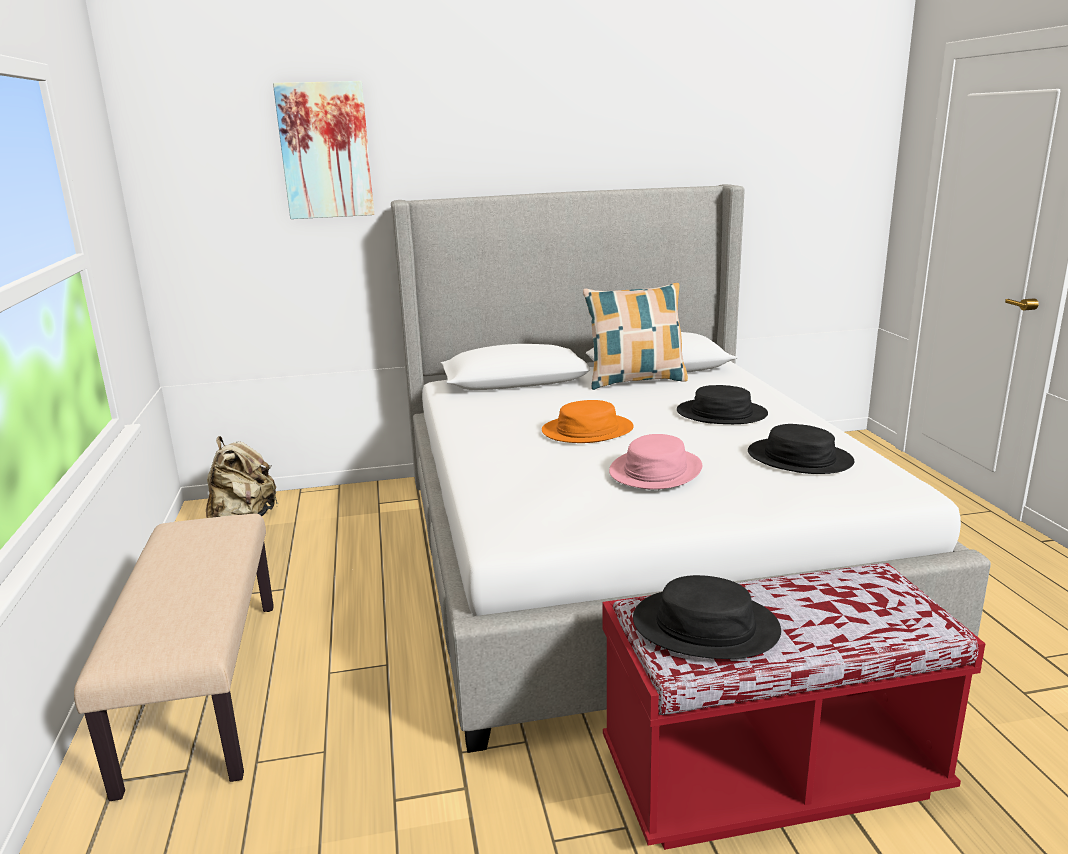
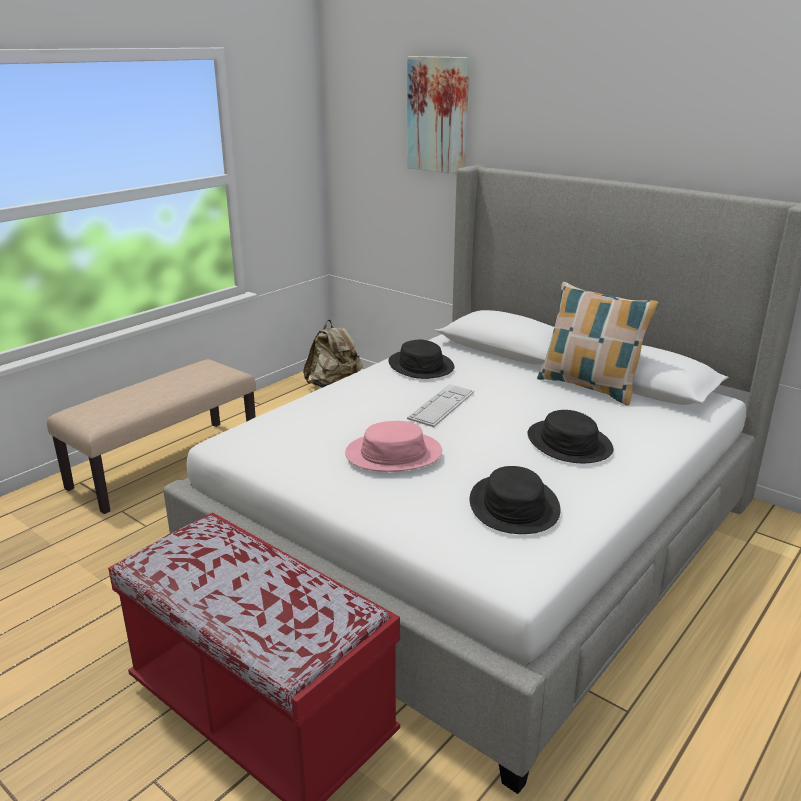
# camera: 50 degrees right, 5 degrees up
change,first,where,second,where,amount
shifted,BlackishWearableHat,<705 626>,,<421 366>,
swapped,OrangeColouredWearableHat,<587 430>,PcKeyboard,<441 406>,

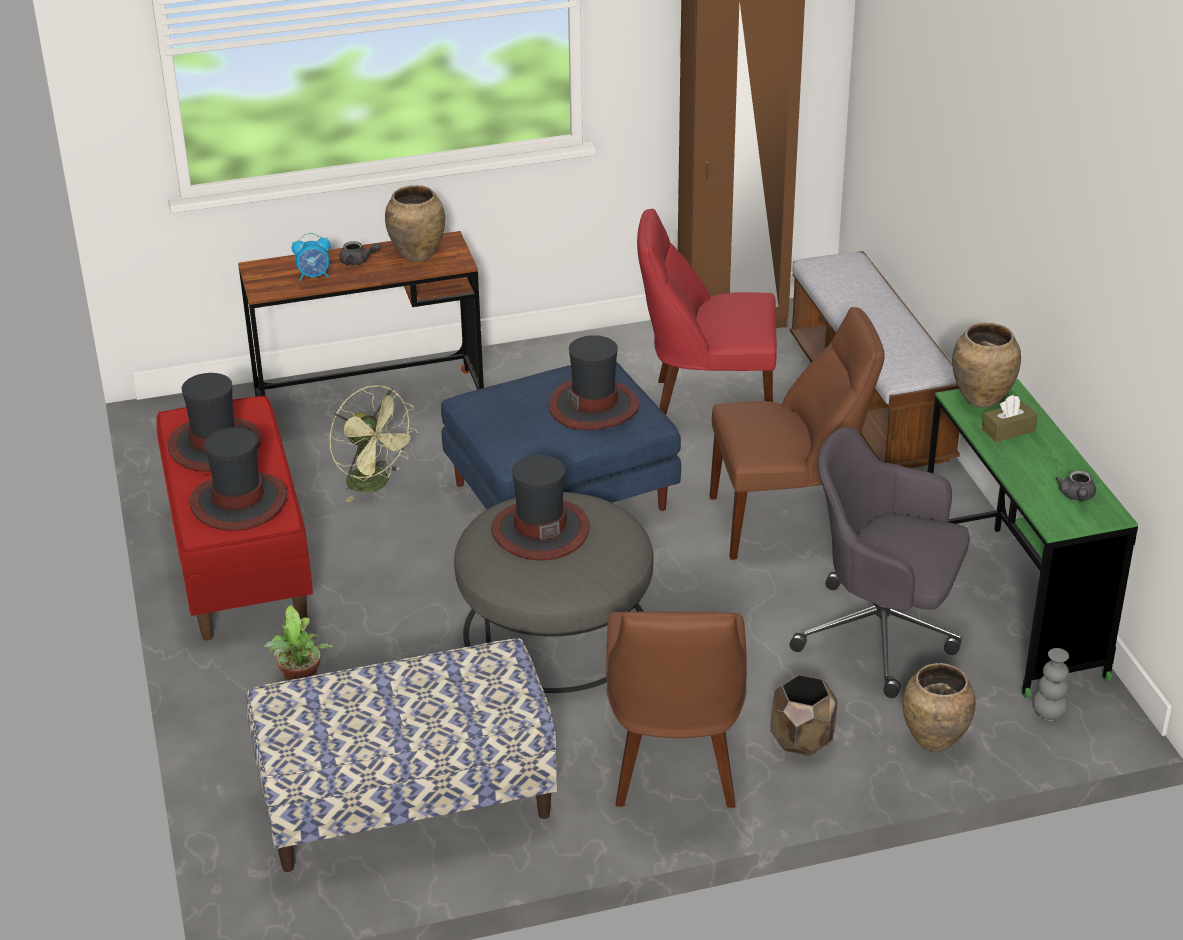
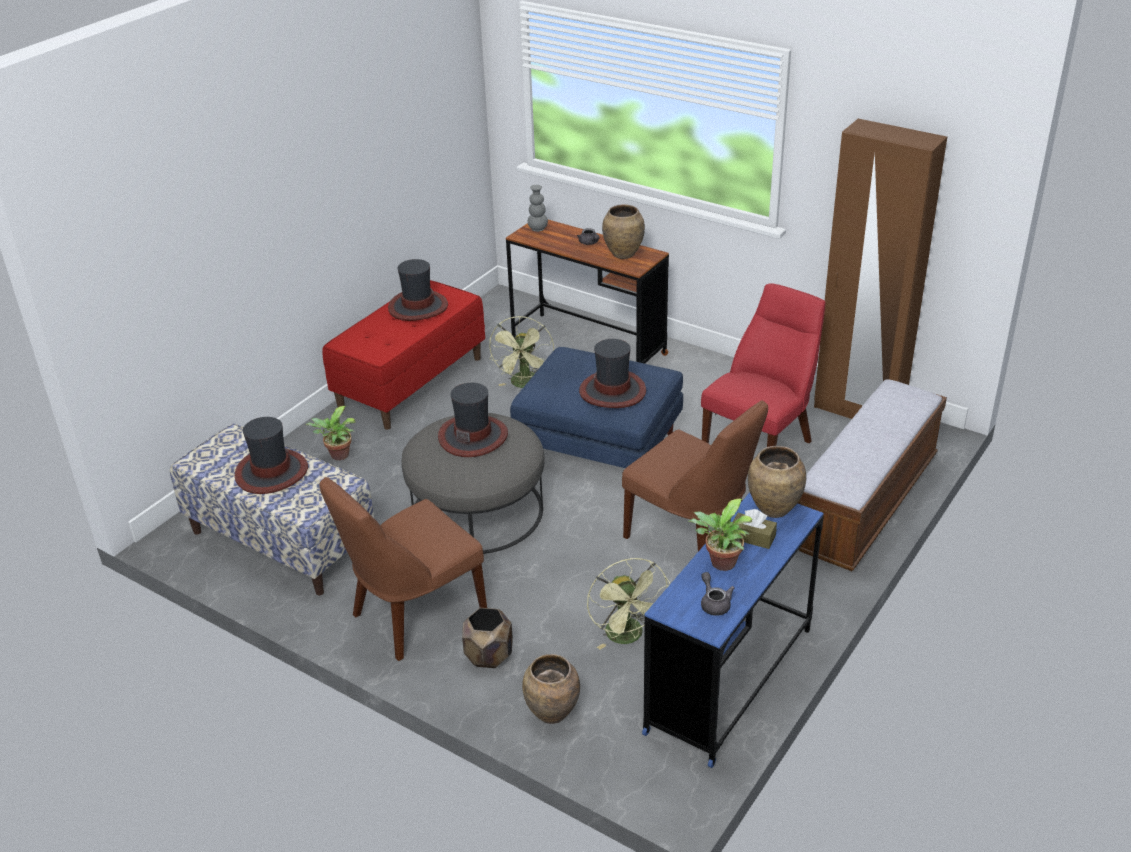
# camera: 50 degrees right, 0 degrees up
change,first,where,second,where,amount
shifted,WearableHat,<239 502>,,<271 472>,
shifted,GrayDecorativeVase,<1048 714>,,<538 229>,
swapped,GrayOfficeChair,<882 635>,GreenCoolingFan,<628 637>,
repainted,GreenDesk,<1011 609>,BlueDesk,<730 680>,
new,,,Houseplant,<720 564>,
rotated,RedColouredUprightChair,<707 406>,,<760 448>,75 degrees clockwise
rotated,GrayTeaPot,<1077 496>,,<714 603>,105 degrees clockwise
gone,TableClock,<314 276>,,,

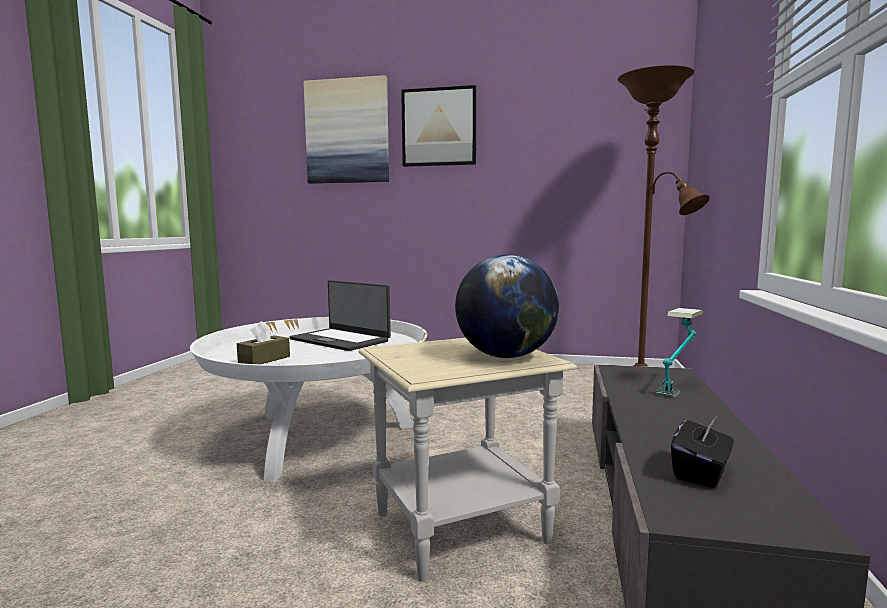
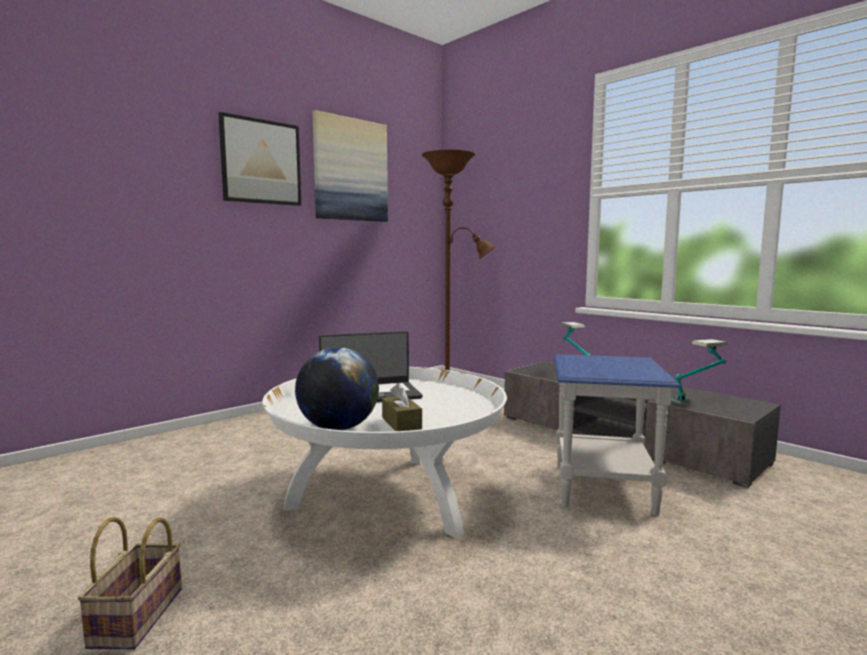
# camera: 55 degrees left, 0 degrees up
change,first,where,second,where,amount
new,,,Basket,<138 618>,
shifted,DeskGlobe,<506 356>,,<338 428>,
shifted,WallArt,<347 132>,,<350 170>,
repainted,SandColouredEndTable,<459 528>,BlueEndTable,<603 489>,
swapped,BlackishTissueHolder,<701 473>,LampForATable,<698 400>,

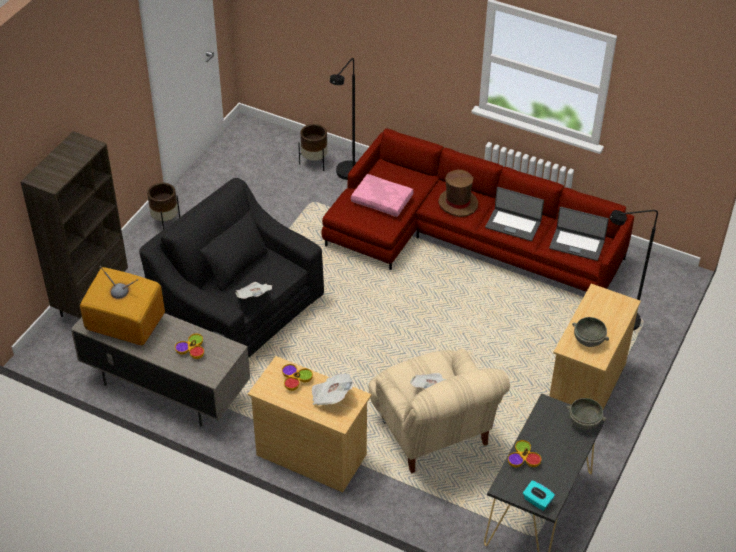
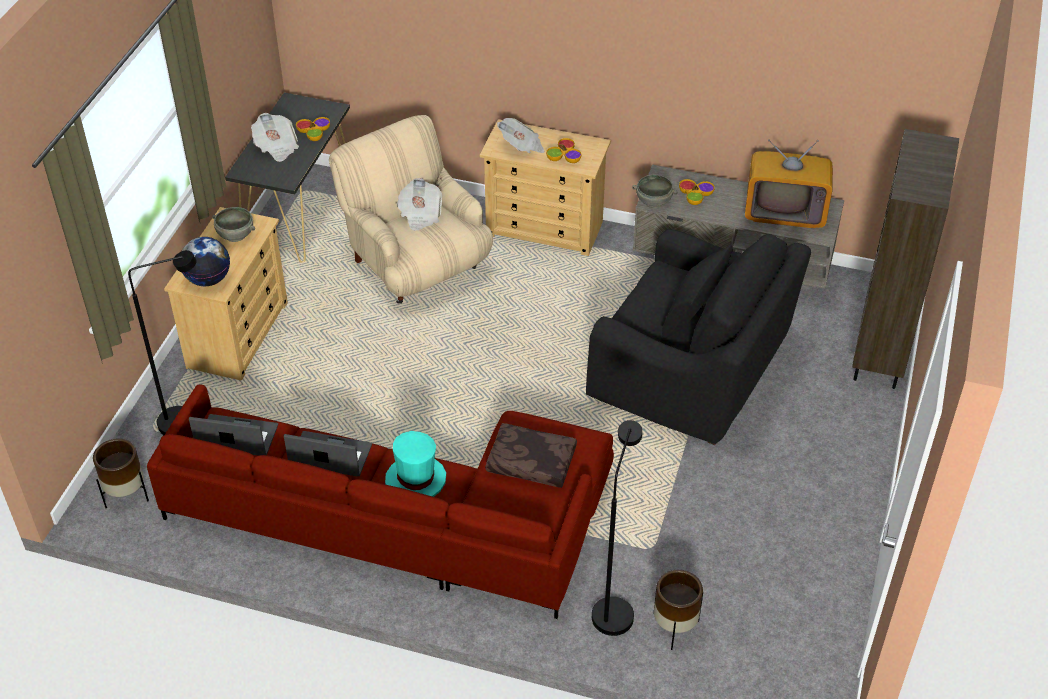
# camera: 170 degrees right, 0 degrees up
change,first,where,second,where,amount
shifted,BrownColouredPlanter,<165 222>,,<126 495>,
new,,,DeskGlobe,<208 279>,
shifted,DailyPaper,<254 297>,,<276 147>,
repainted,BrownColouredWearableHat,<458 203>,TurquoiseWearableHat,<415 480>,
repainted,PinkThrowPillow,<382 200>,BrownColouredThrowPillow,<530 463>,
shifted,GrayBowl,<584 422>,,<654 201>,
gone,TurquoiseTissueHolder,<537 501>,,,

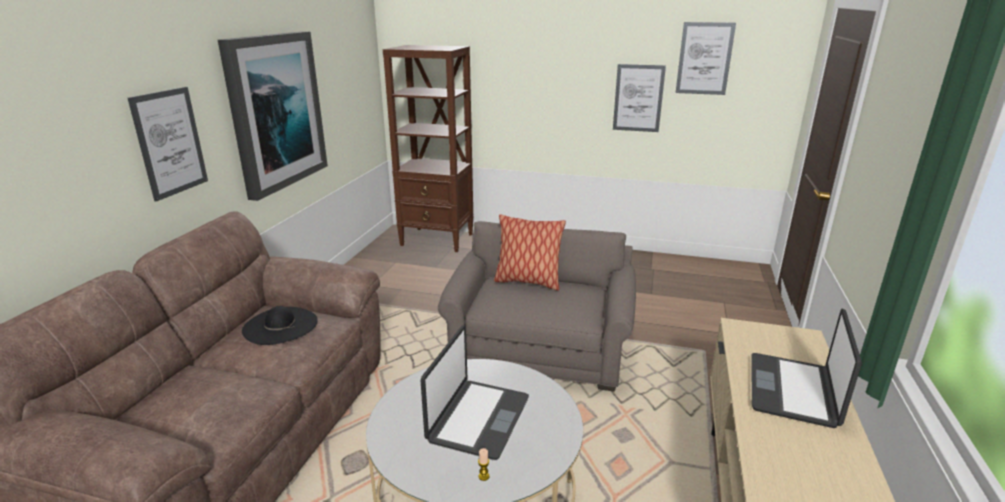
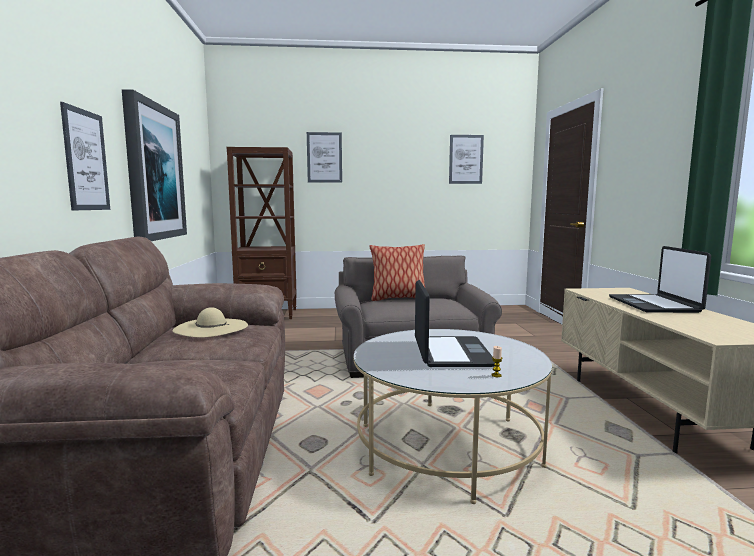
# camera: 20 degrees left, 15 degrees down
change,first,where,second,where,amount
repainted,BlackishWearableHat,<280 325>,SandColouredWearableHat,<211 327>,
shifted,WallArt,<638 98>,,<324 157>,

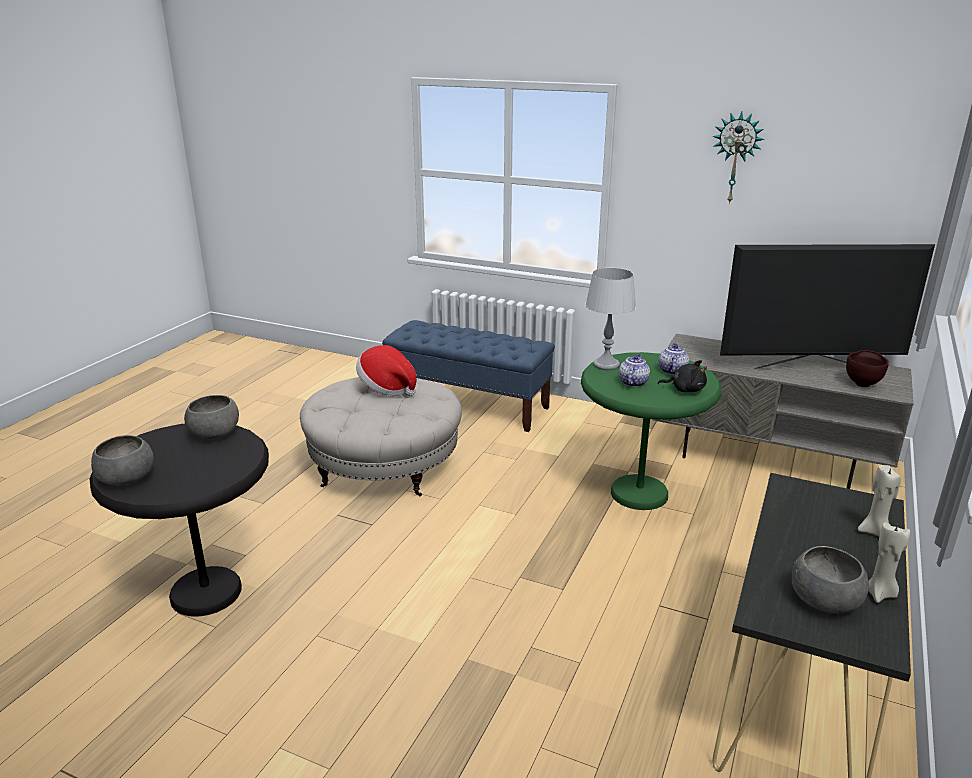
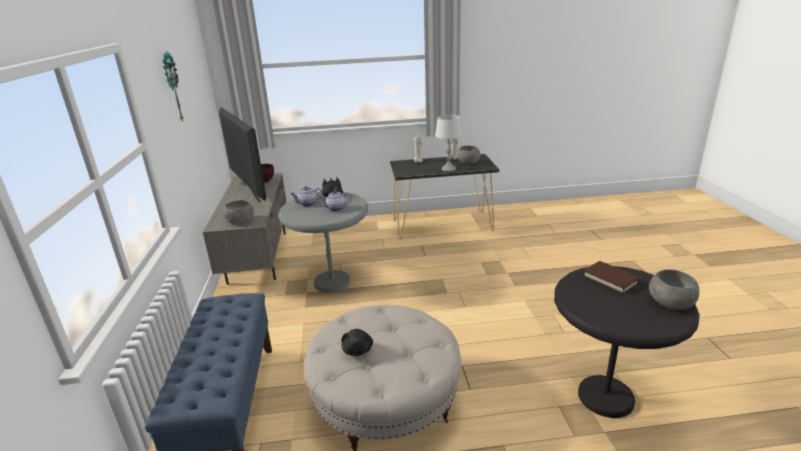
# camera: 120 degrees left, 0 degrees up
change,first,where,second,where,amount
shifted,GrayBowl,<214 433>,,<240 221>,
repainted,GreenEndTable,<639 494>,GrayEndTable,<332 282>,
swapped,WearableHat,<387 388>,BlackishPlushToy,<358 350>,
shifted,GrayLampForATable,<606 365>,,<448 169>,
new,,,BrownColouredBook,<610 279>,

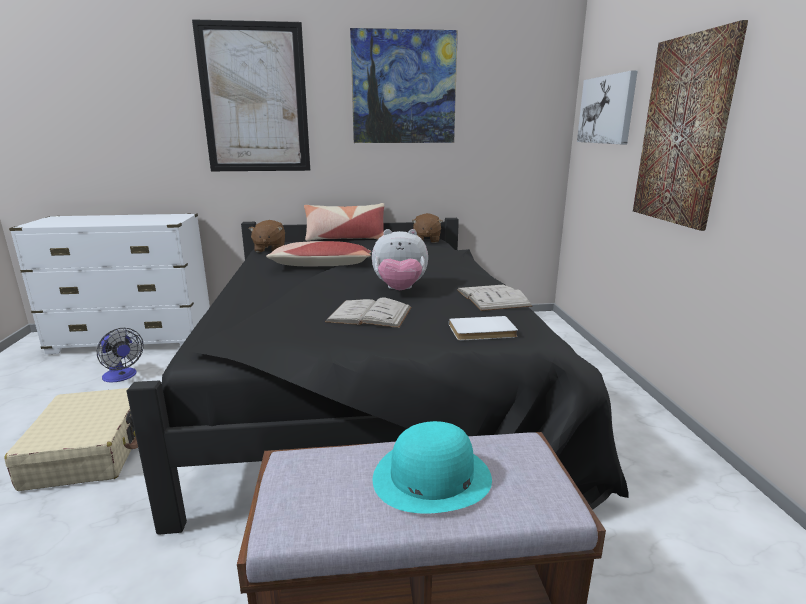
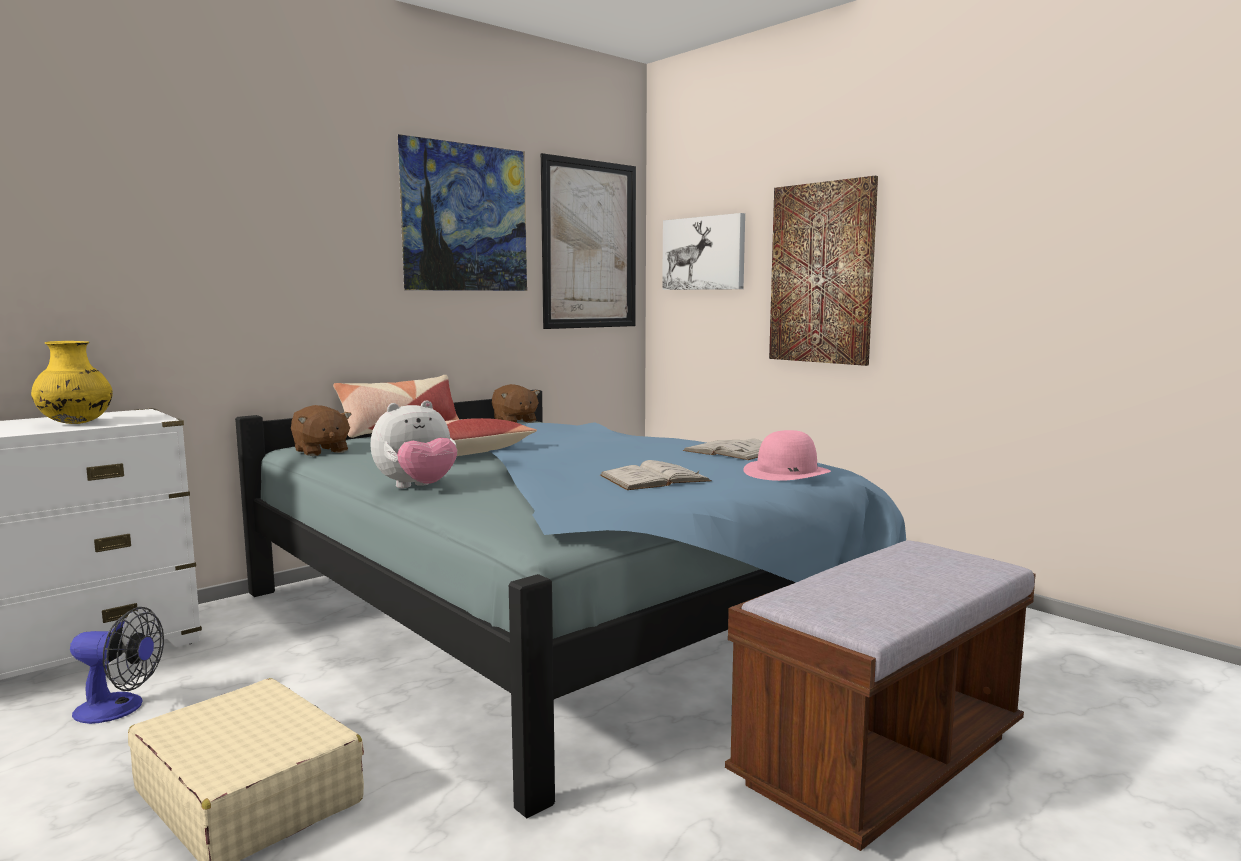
# camera: 35 degrees left, 10 degrees down
change,first,where,second,where,amount
new,,,YellowDecorativeVase,<75 423>,
repainted,BlackishSleepingBed,<373 389>,BlueSleepingBed,<558 617>,
shifted,PlushToy,<400 290>,,<417 487>,
shifted,WallArt,<254 99>,,<590 245>,
swapped,WhiteColouredBook,<483 331>,PinkWearableHat,<786 472>,
gone,TurquoiseWearableHat,<431 477>,,,

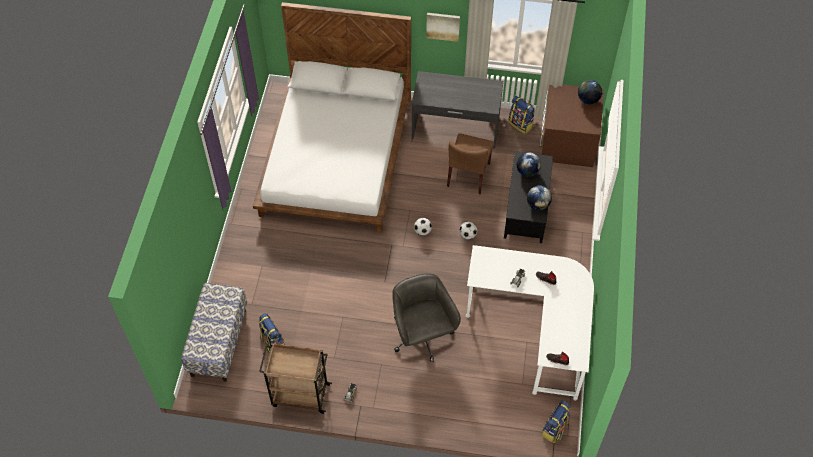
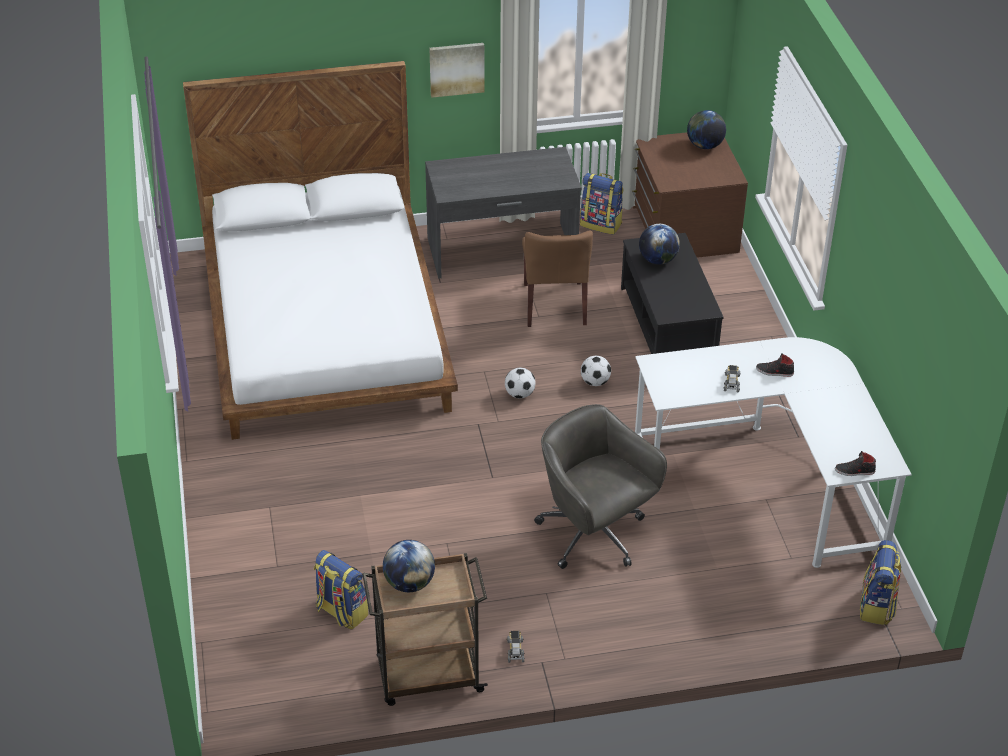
# camera: 20 degrees left, 15 degrees down
change,first,where,second,where,amount
shifted,DeskGlobe,<538 204>,,<409 583>,
gone,IndoorBench,<218 342>,,,

